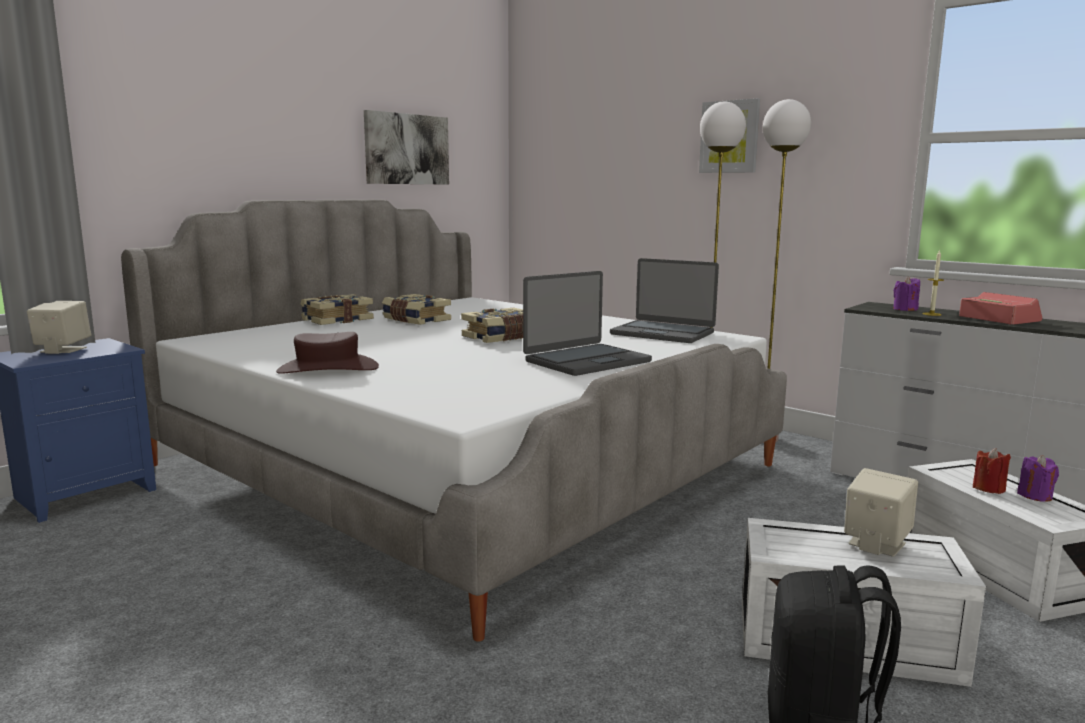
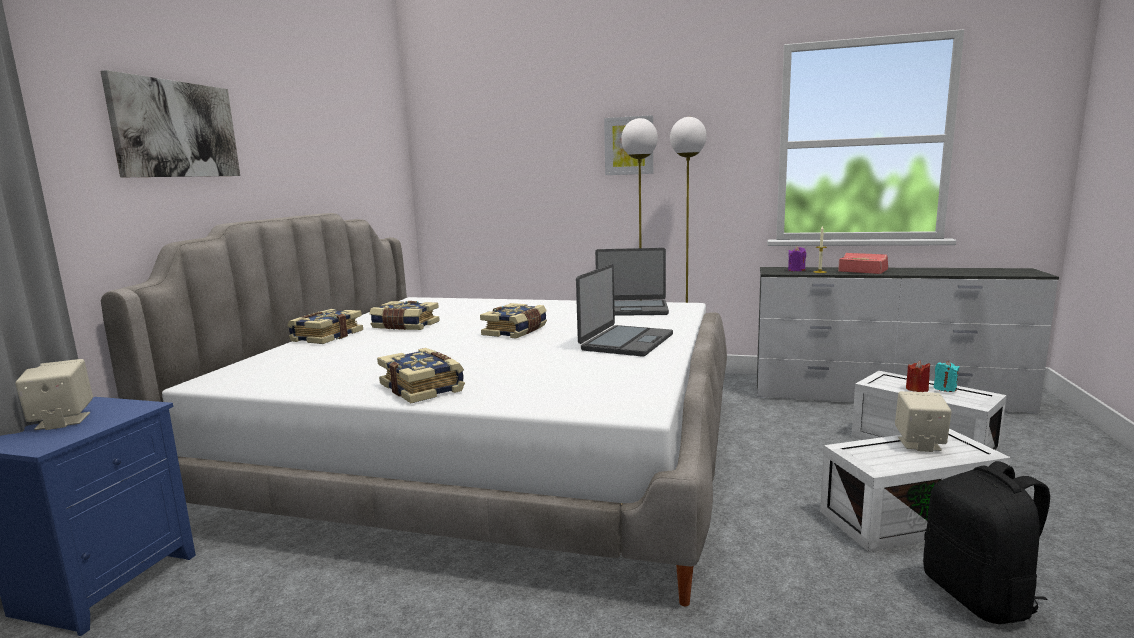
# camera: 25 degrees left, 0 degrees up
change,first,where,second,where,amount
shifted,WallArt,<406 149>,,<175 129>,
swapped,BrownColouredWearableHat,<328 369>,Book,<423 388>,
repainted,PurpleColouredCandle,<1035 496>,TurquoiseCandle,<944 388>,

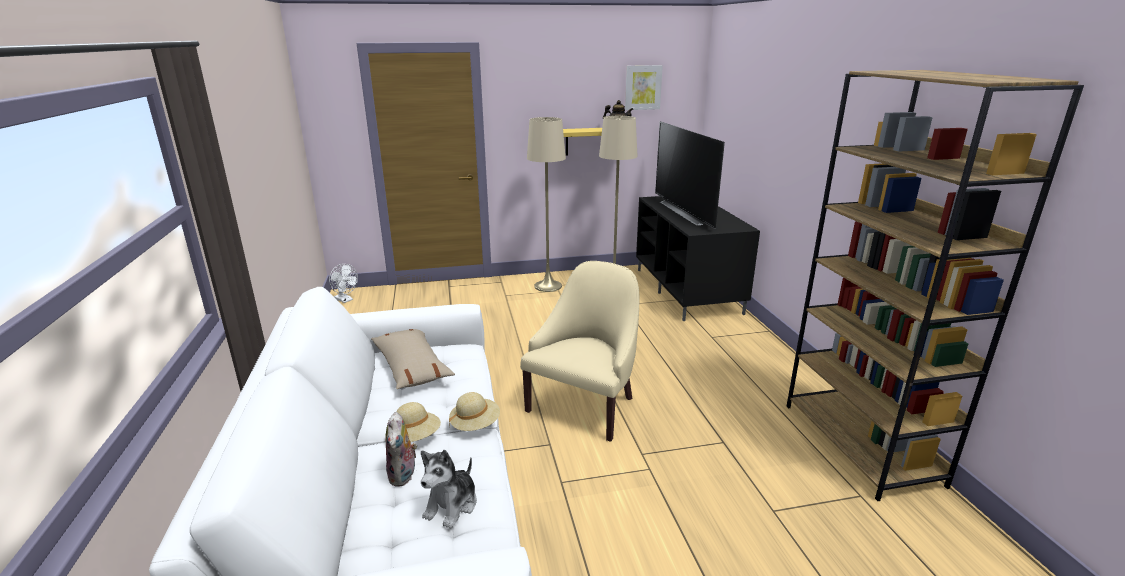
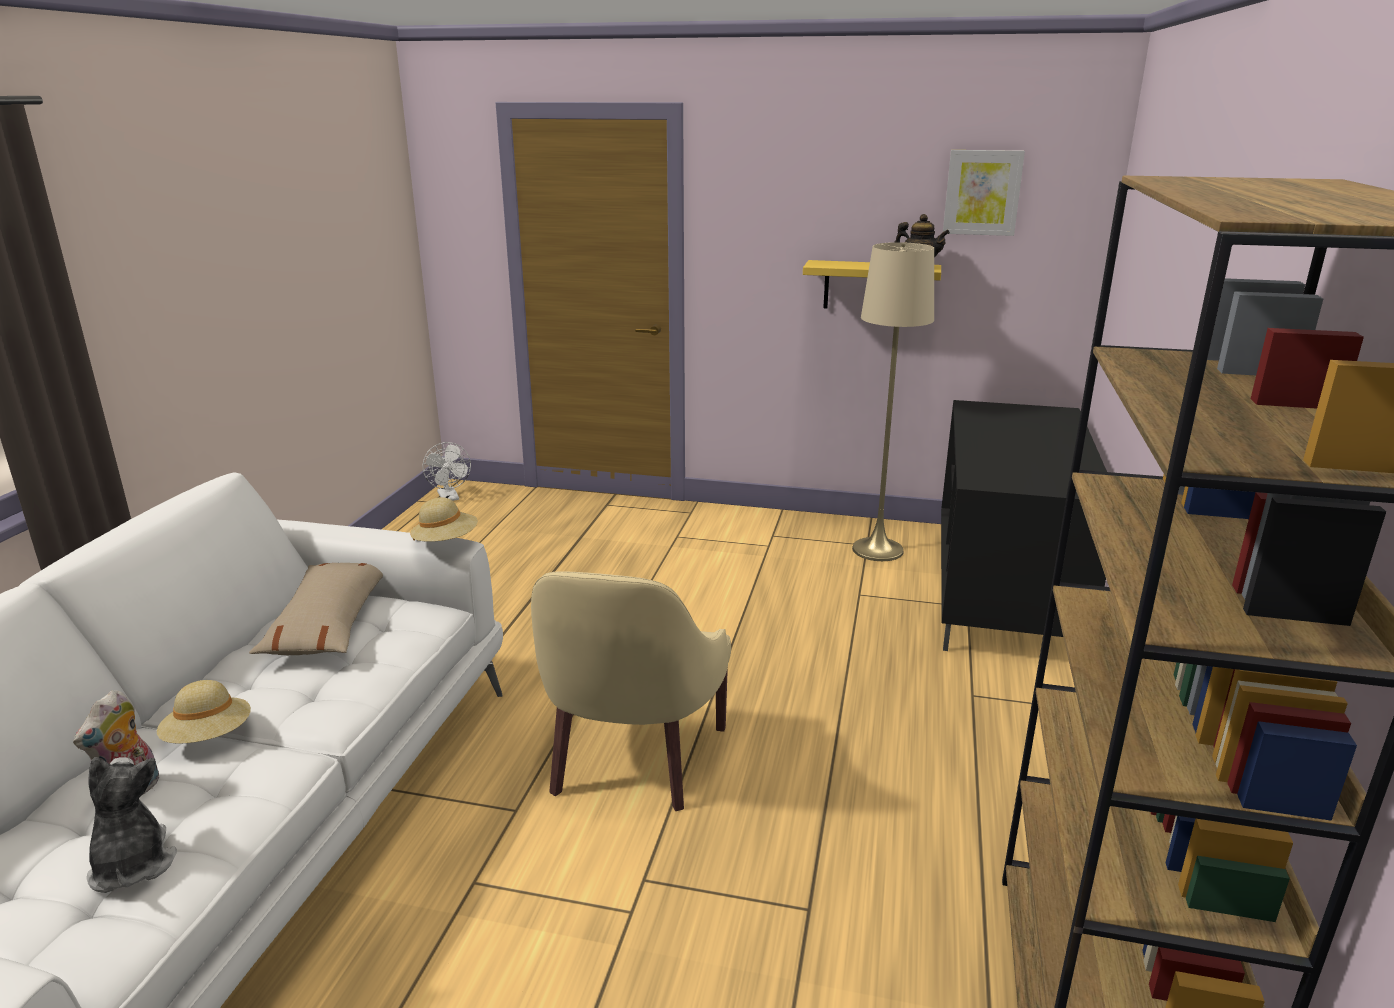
# camera: 25 degrees right, 0 degrees up
change,first,where,second,where,amount
rotated,PlushToy,<452 505>,,<132 864>,105 degrees clockwise
shifted,SandColouredWearableHat,<475 424>,,<446 542>,
rotated,SandColouredLoungeChair,<585 405>,,<631 760>,135 degrees clockwise
gone,SandColouredStandingLamp,<548 286>,,,
gone,Television,<687 212>,,,

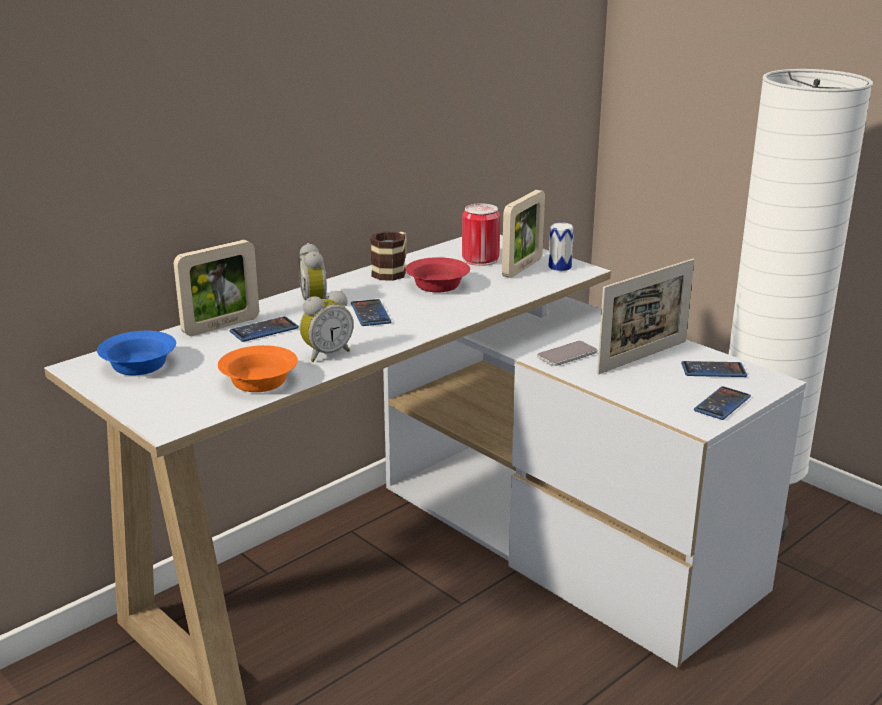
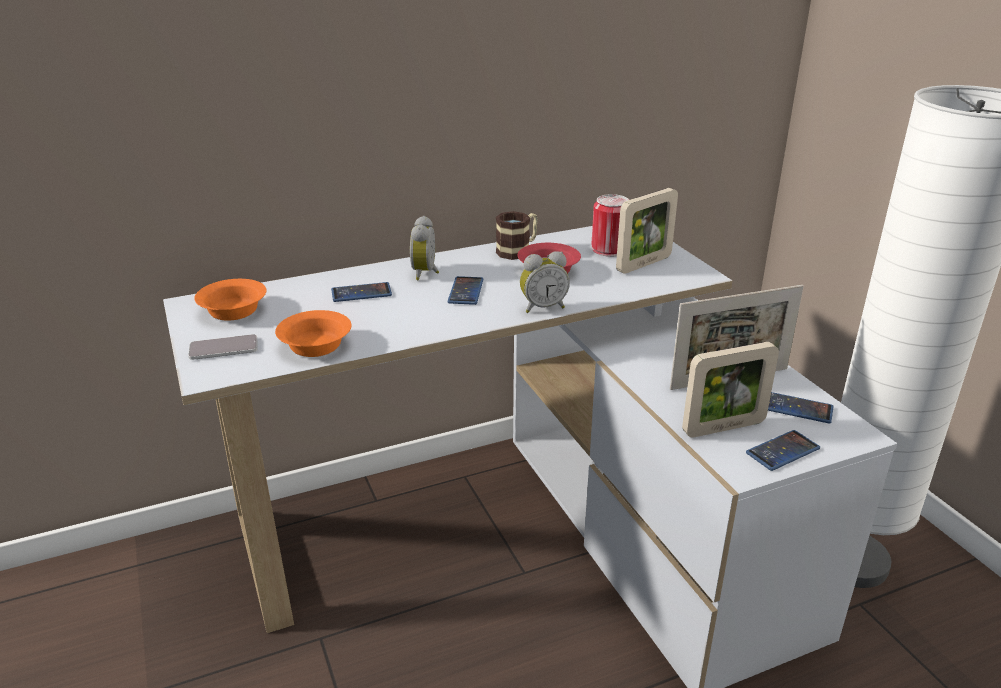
# camera: 20 degrees right, 5 degrees up
change,first,where,second,where,amount
shifted,Phone,<567 354>,,<223 348>,
repainted,BlueBowl,<141 365>,OrangeColouredBowl,<235 311>,
shifted,TableClock,<326 354>,,<542 307>,
shifted,PhotoFrame,<221 326>,,<723 427>,
gone,MetalCan,<560 267>,,,

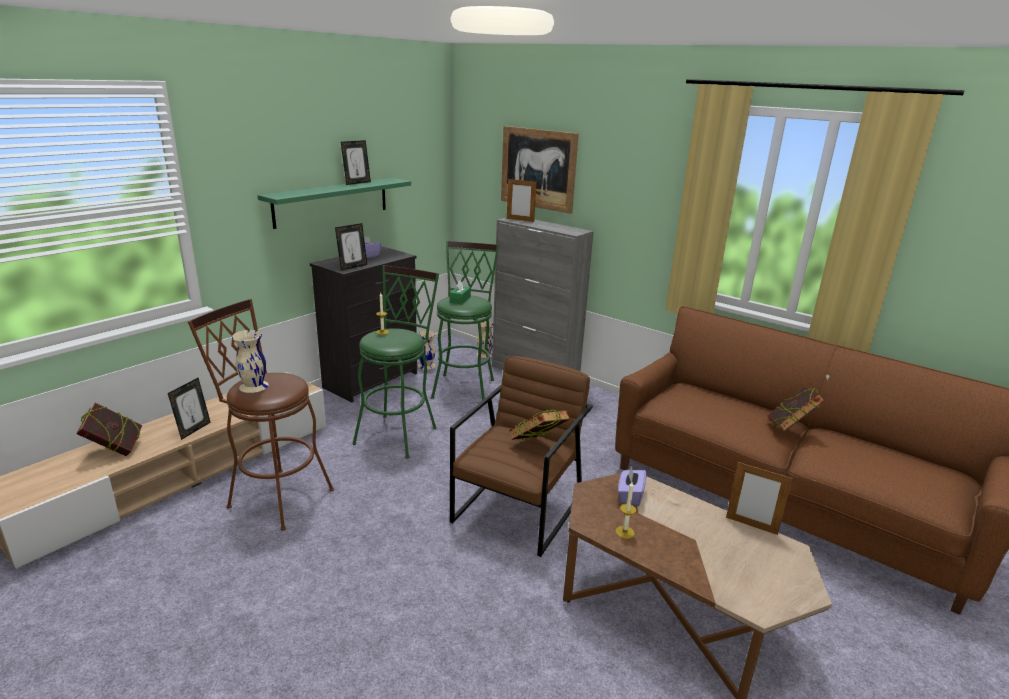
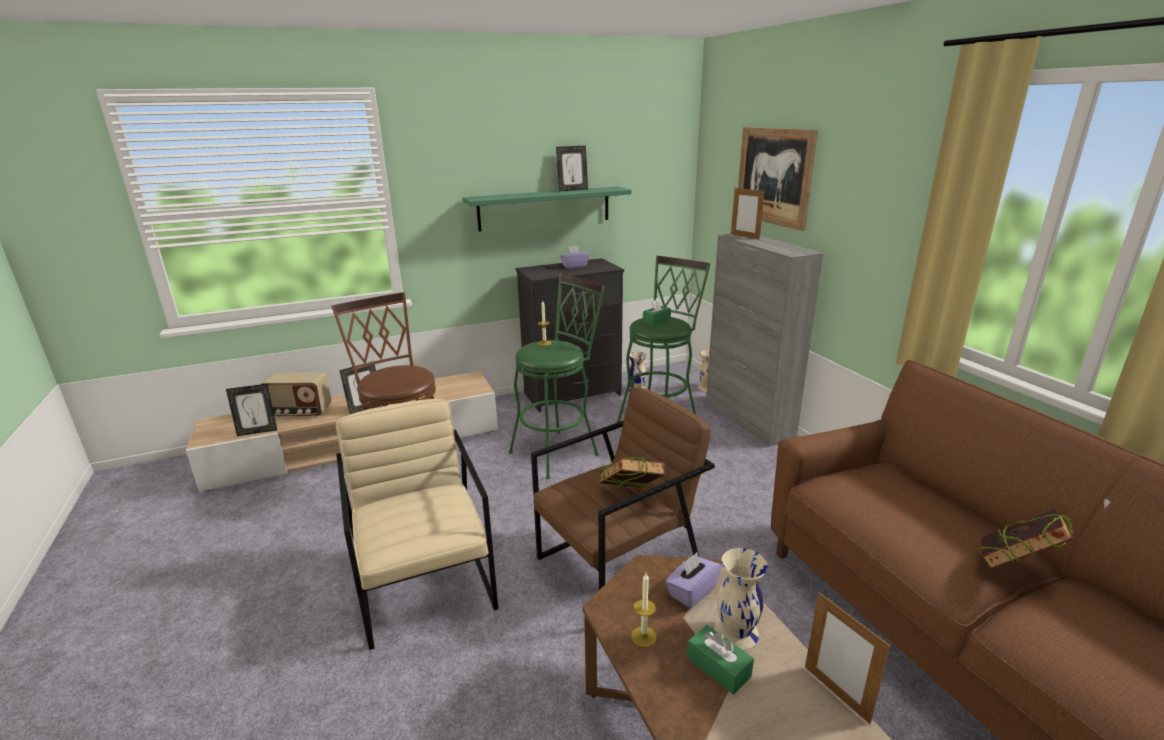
# camera: 30 degrees right, 0 degrees up
change,first,where,second,where,amount
shifted,PhotoFrame,<352 267>,,<257 431>,
swapped,Book,<115 450>,RadioReceiver,<300 413>,
new,,,SandColouredLoungeChair,<425 583>,
new,,,GreenTissueHolder,<718 667>,
shifted,SandColouredDecorativeVase,<253 386>,,<736 632>,

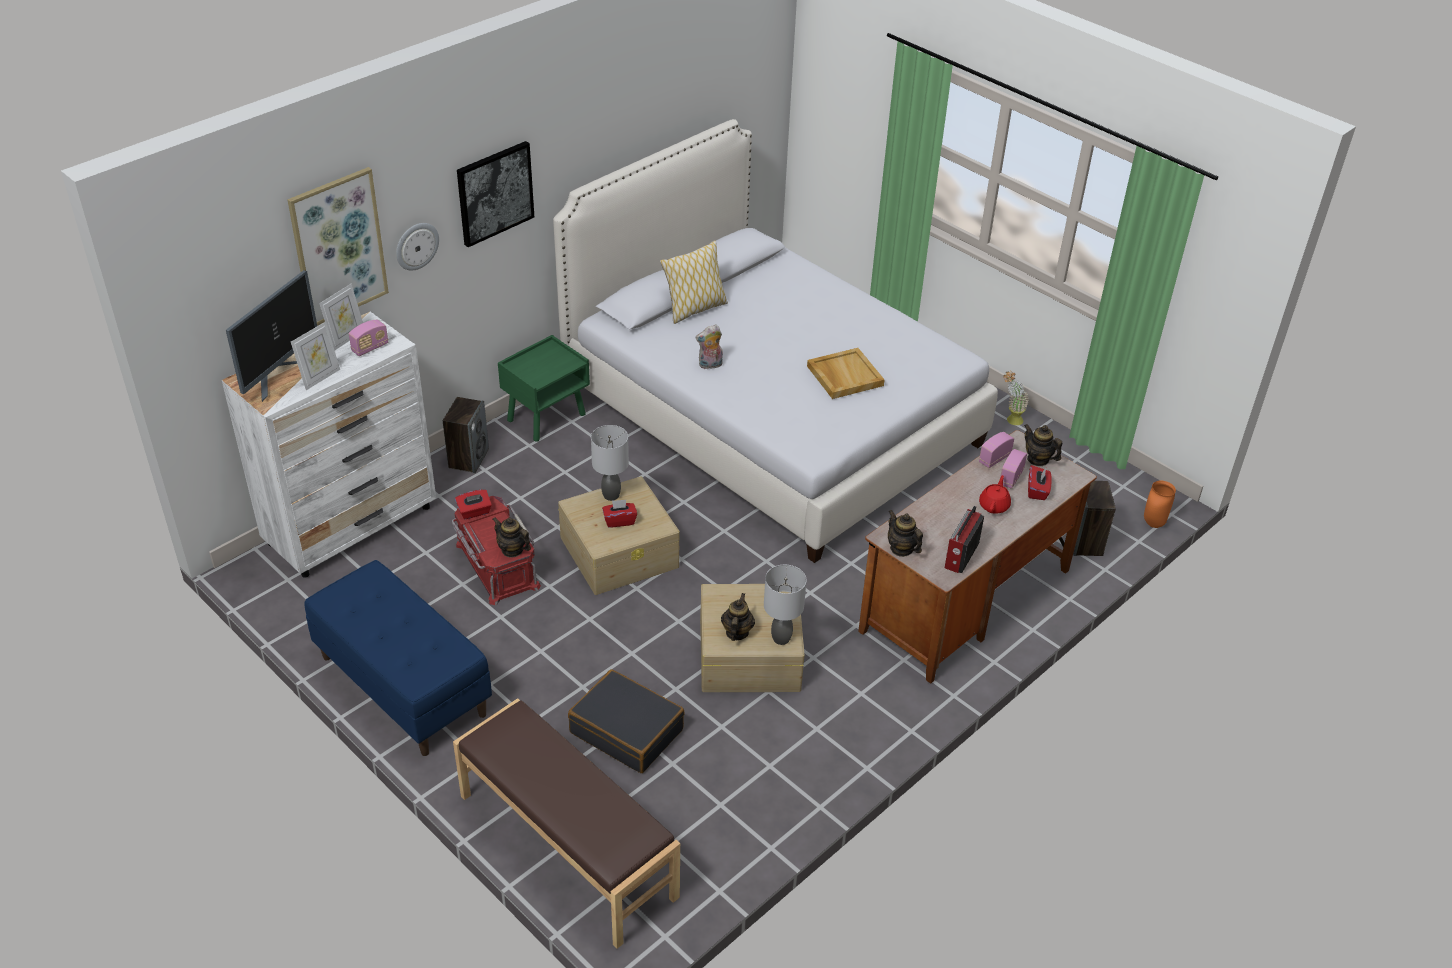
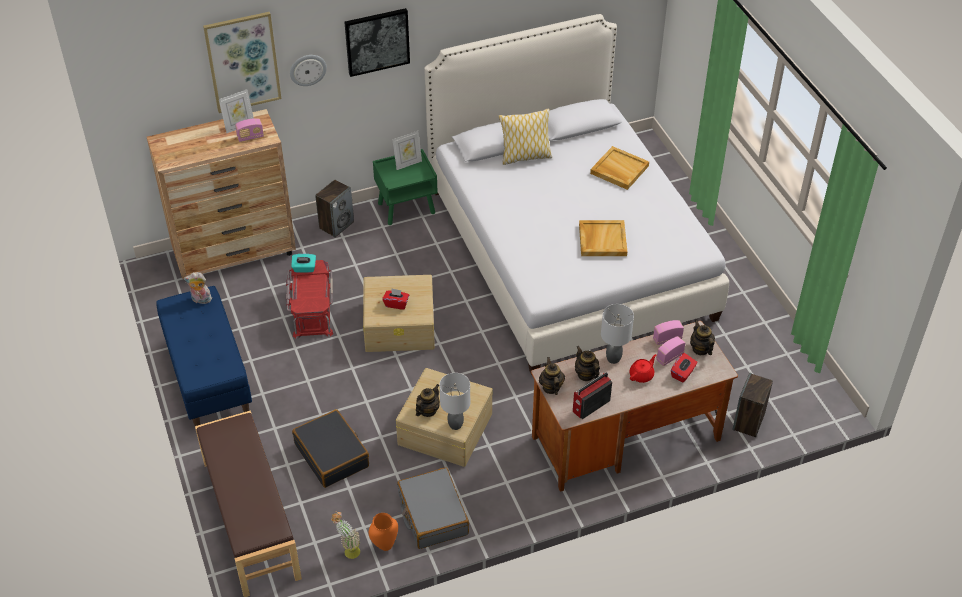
# camera: 25 degrees right, 5 degrees up
change,first,where,second,where,amount
repainted,WhiteColouredChestOfDrawers,<352 525>,BrownColouredChestOfDrawers,<235 253>,
shifted,PlushToy,<710 365>,,<200 300>,
repainted,RedColouredTissueHolder,<474 512>,TurquoiseTissueHolder,<304 268>,
shifted,Houseplant,<1010 420>,,<348 550>,
shifted,OrangeColouredDecorativeVase,<1154 524>,,<385 546>,
shifted,PhotoFrame,<320 378>,,<408 164>,
new,,,GraySuitcase,<432 515>,
shifted,TeaPot,<512 550>,,<586 374>,
new,,,SandColouredTray,<619 170>,
shifted,GrayLampForATable,<610 495>,,<613 358>,
gone,Monitor,<279 374>,,,

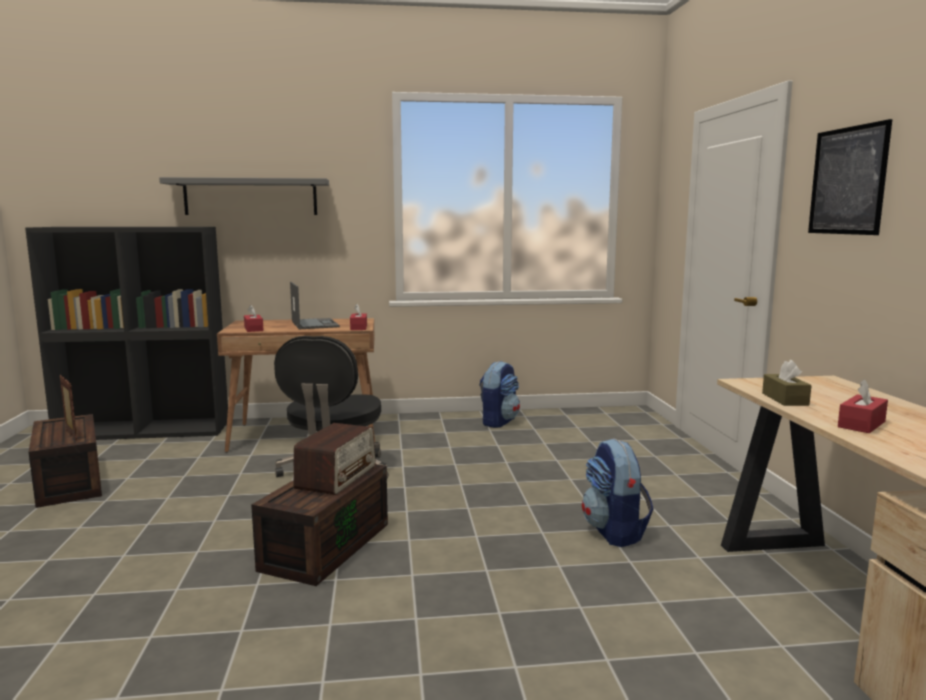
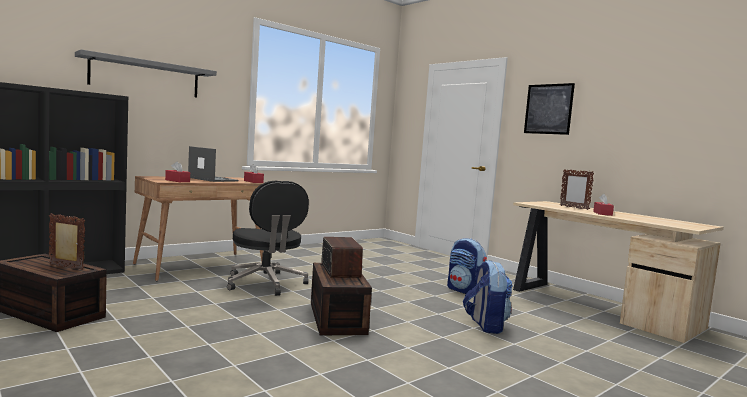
# camera: 35 degrees left, 5 degrees down
change,first,where,second,where,amount
shifted,Rucksack,<498 421>,,<485 325>,
new,,,PhotoFrame,<574 208>,
gone,BrownColouredTissueHolder,<785 399>,,,

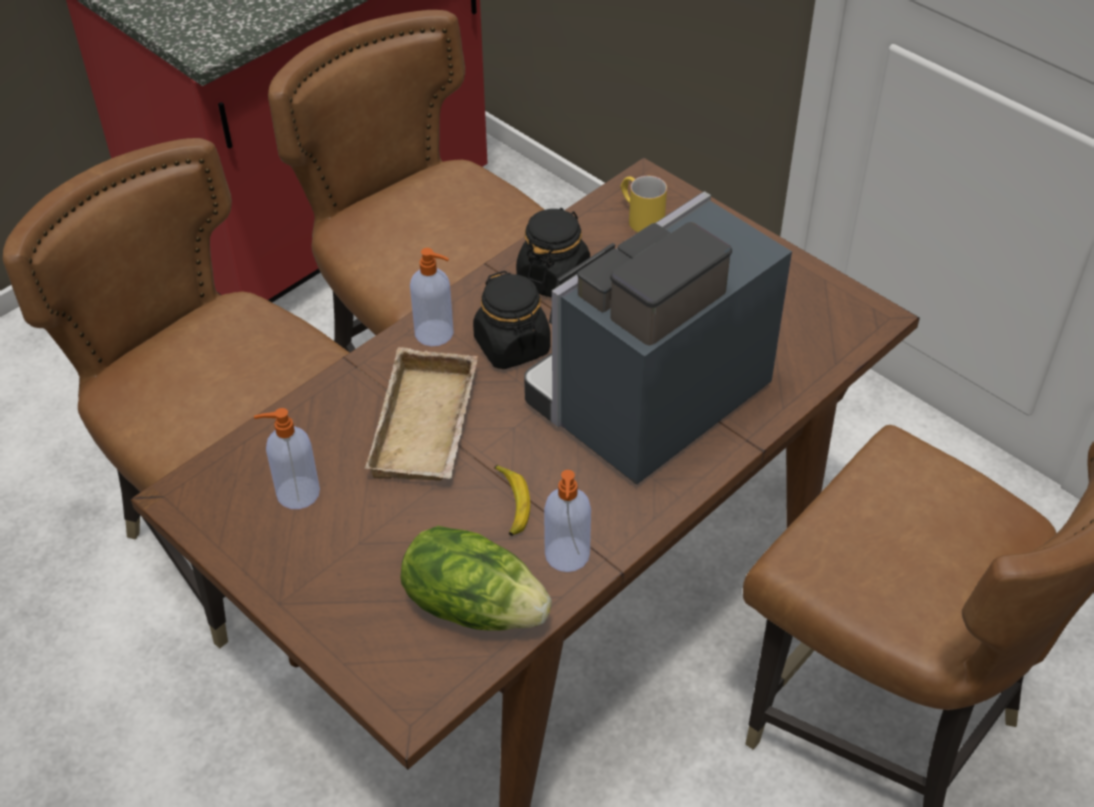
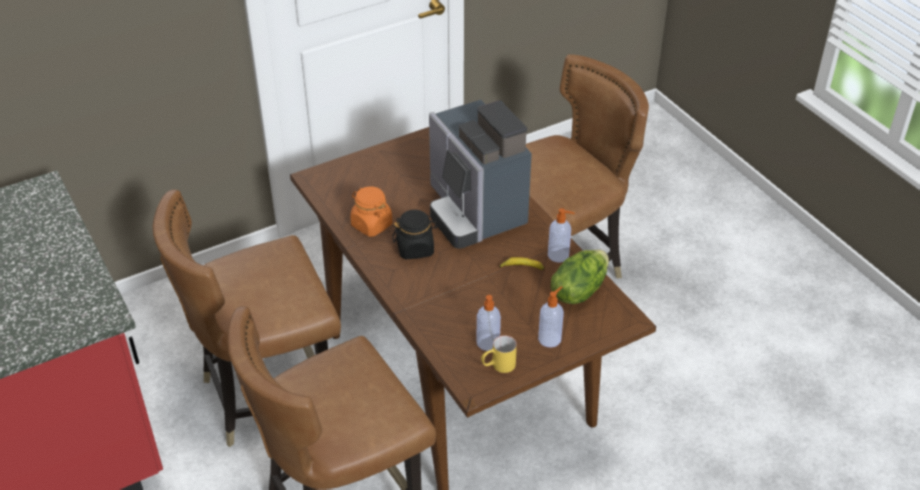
# camera: 75 degrees left, 5 degrees down
change,first,where,second,where,amount
repainted,BlackishPreserveJar,<553 278>,OrangeColouredPreserveJar,<371 225>,
shifted,YellowMug,<640 217>,,<498 366>,
shifted,LiquidSoapBottle,<435 333>,,<550 338>,
gone,SandColouredTray,<429 427>,,,

